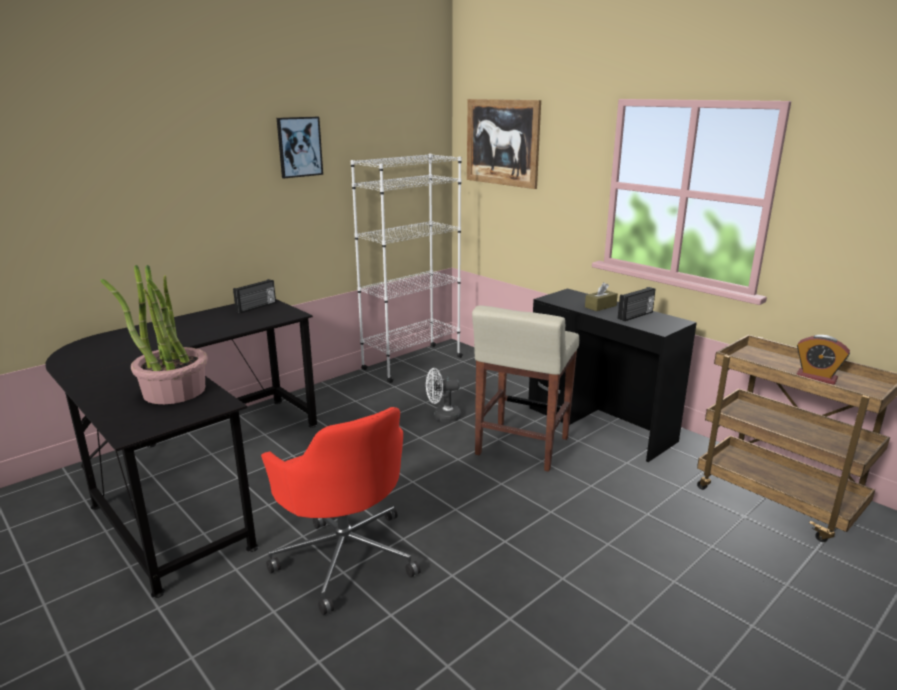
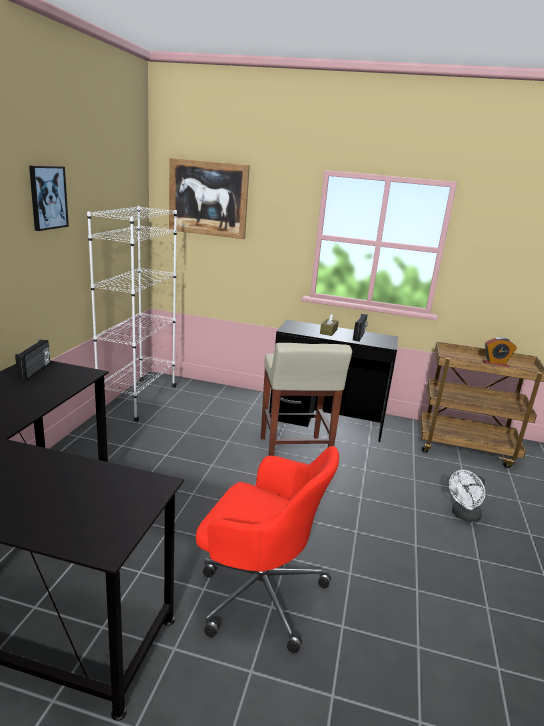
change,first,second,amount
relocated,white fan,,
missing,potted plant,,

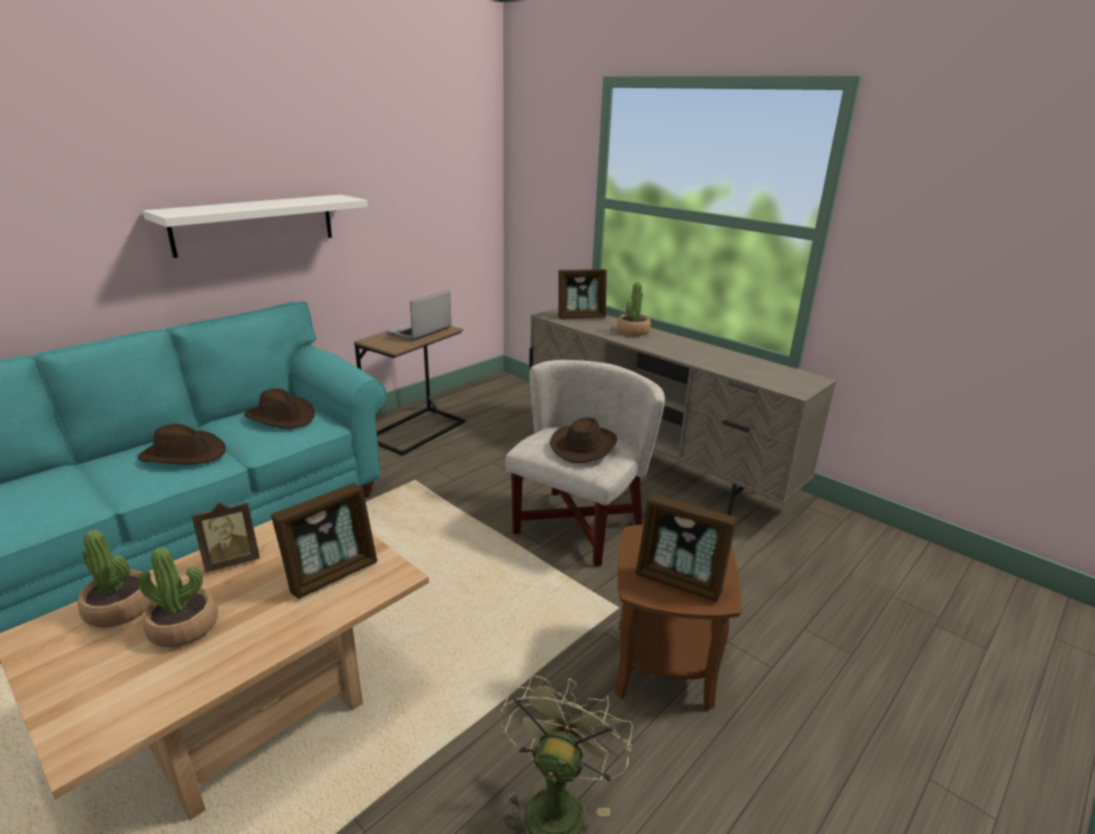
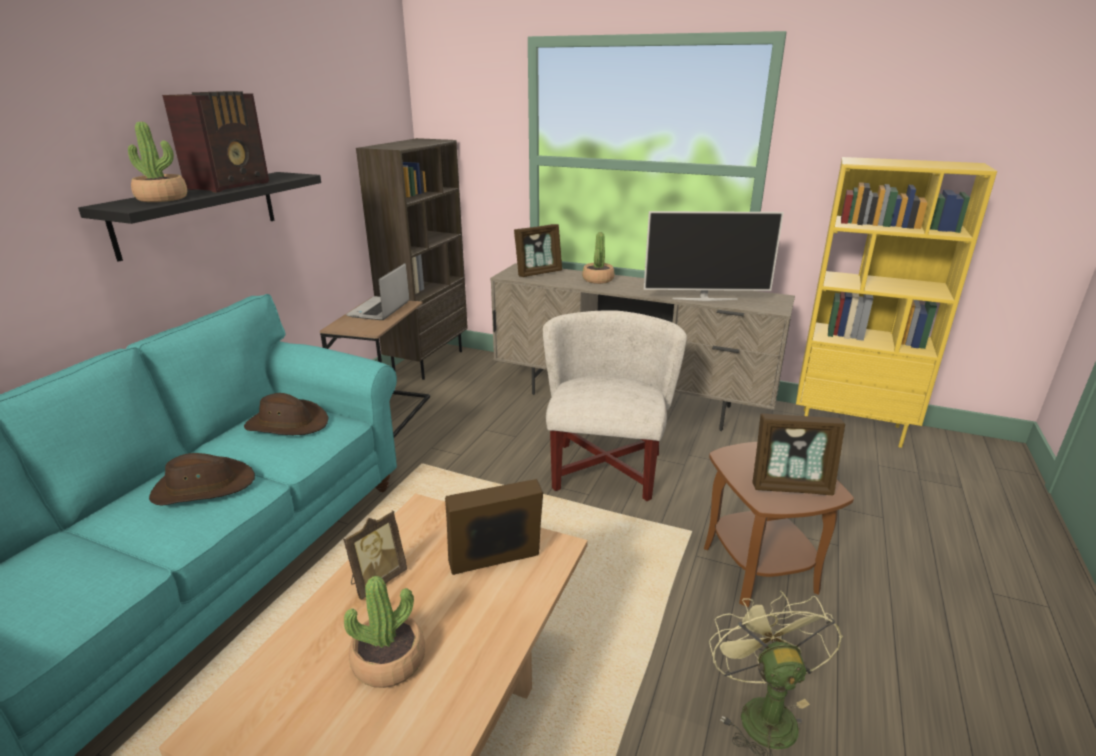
change,first,second,amount
colour,white shelf,black shelf,
relocated,potted plant (no. 1 from left),,
appeared,,radio,
appeared,,brown bookcase,
spun,picture frame (no. 2 from left),,135 degrees counterclockwise
appeared,,television,
appeared,,yellow bookcase,
missing,brown hat (no. 3 from left),,

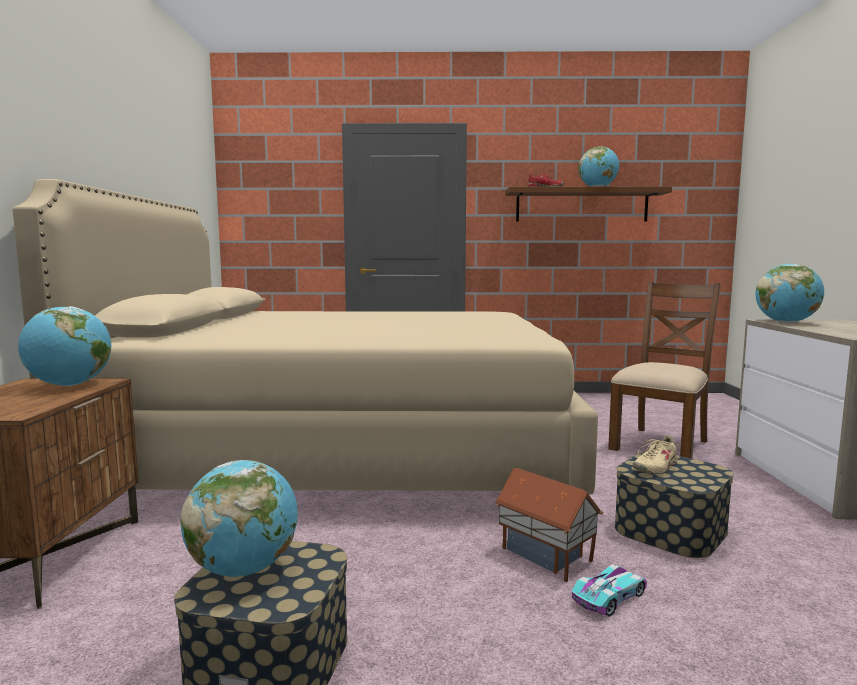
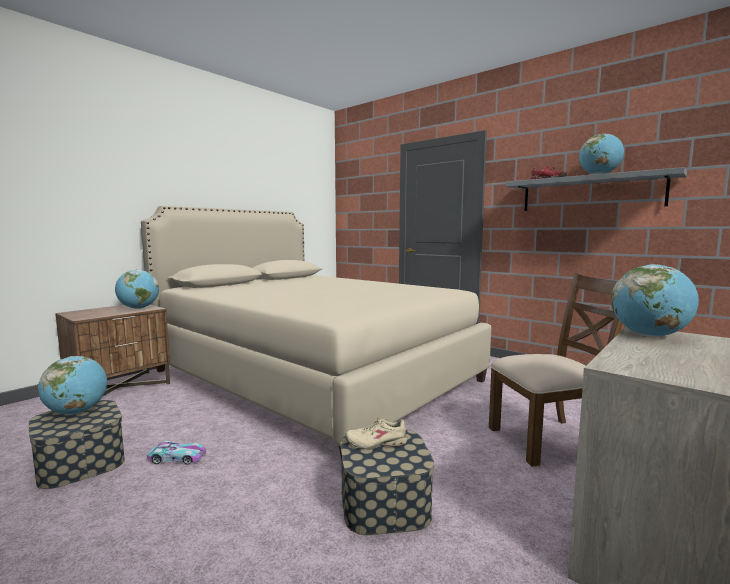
change,first,second,amount
relocated,toy car,,
colour,brown shelf,grey shelf,
missing,toy house,,

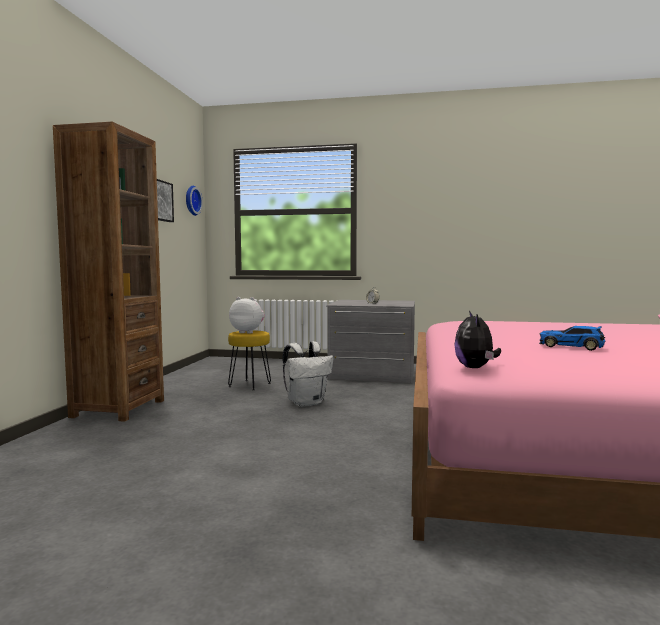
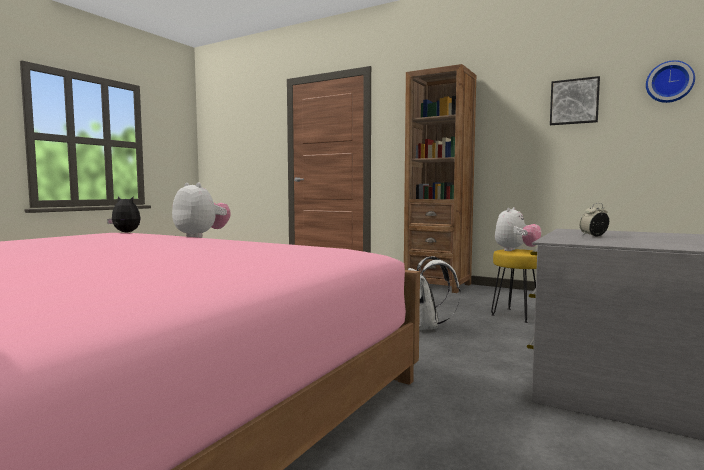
change,first,second,amount
appeared,,plush toy (no. 2 from left),
missing,toy car,,

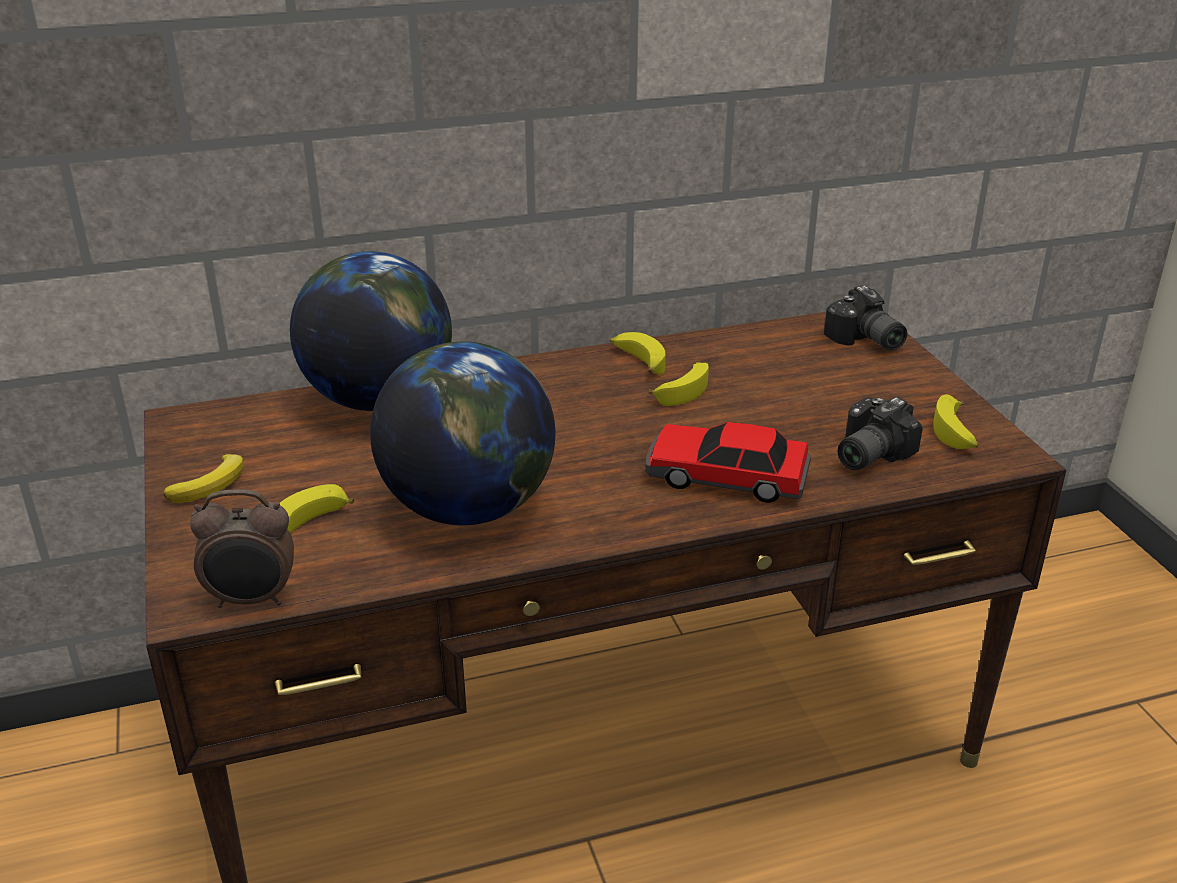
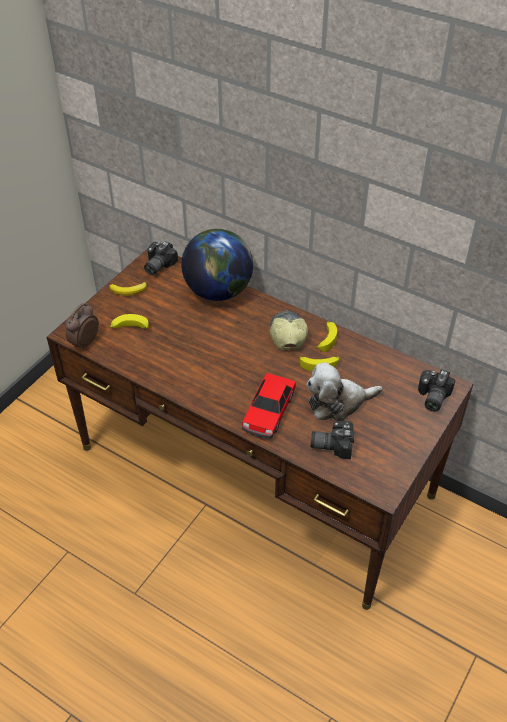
change,first,second,amount
spun,alarm clock,,75 degrees clockwise
appeared,,photo camera (no. 1 from left),
spun,toy car,,135 degrees counterclockwise
appeared,,cap,
appeared,,plush toy,
missing,globe (no. 2 from left),,
missing,banana (no. 5 from left),,

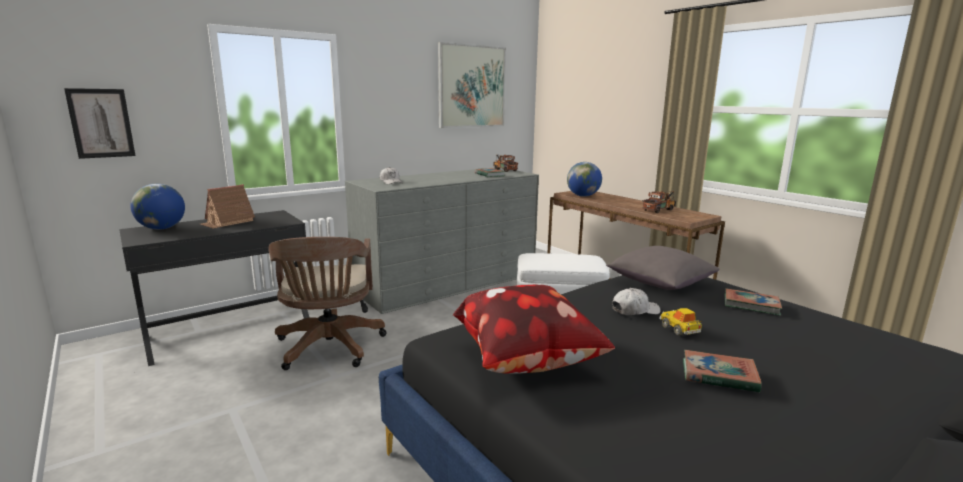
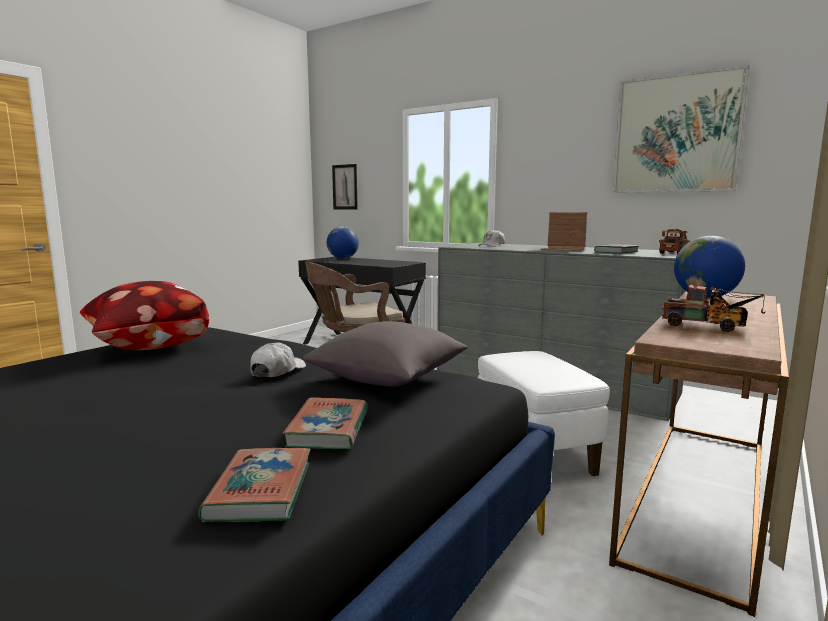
change,first,second,amount
relocated,book (no. 2 from left in the first image),book (no. 1 from left),
spun,white cap (no. 2 from left in the first image),white cap (no. 1 from left),120 degrees counterclockwise
relocated,toy house,,
missing,toy car,,

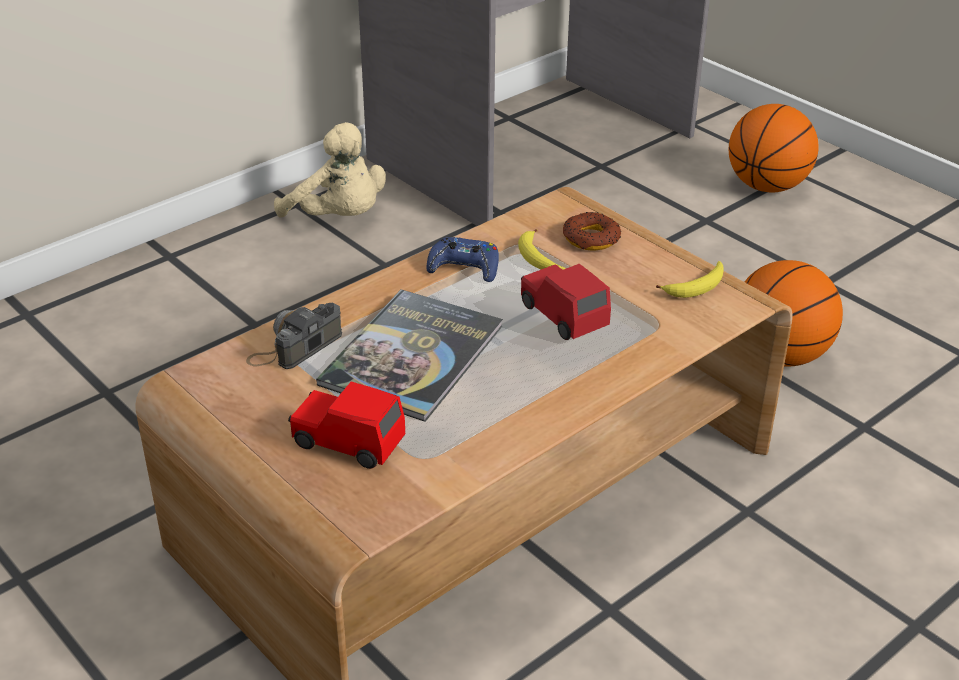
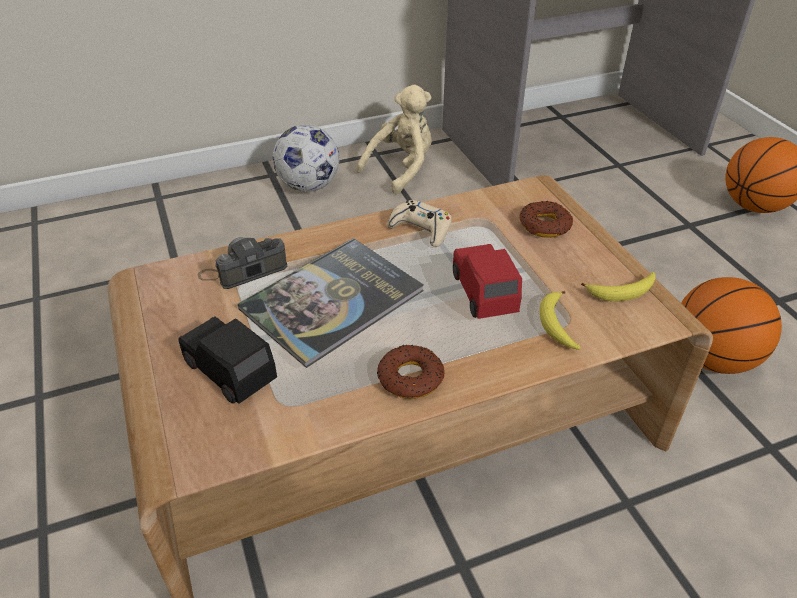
change,first,second,amount
colour,red toy car (no. 1 from left),black toy car,
appeared,,football,
spun,beige plush toy,,105 degrees counterclockwise
appeared,,donut (no. 1 from left),
colour,blue game controller,beige game controller,
relocated,banana (no. 1 from left),,

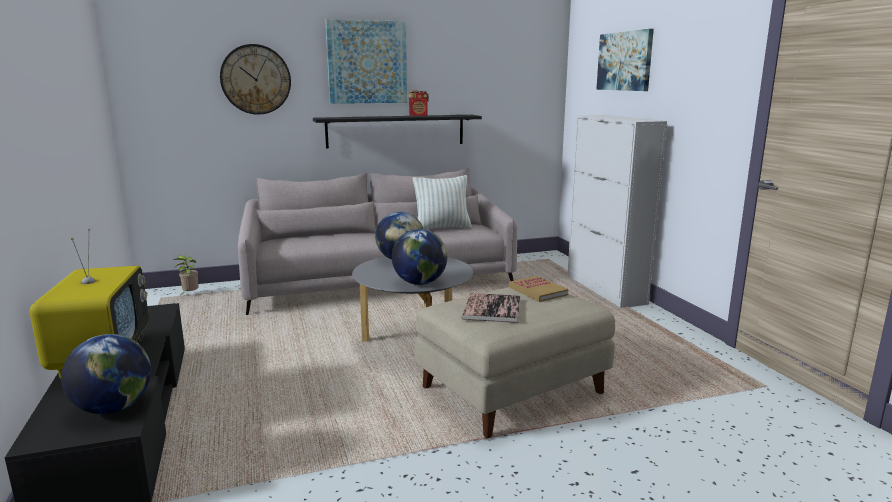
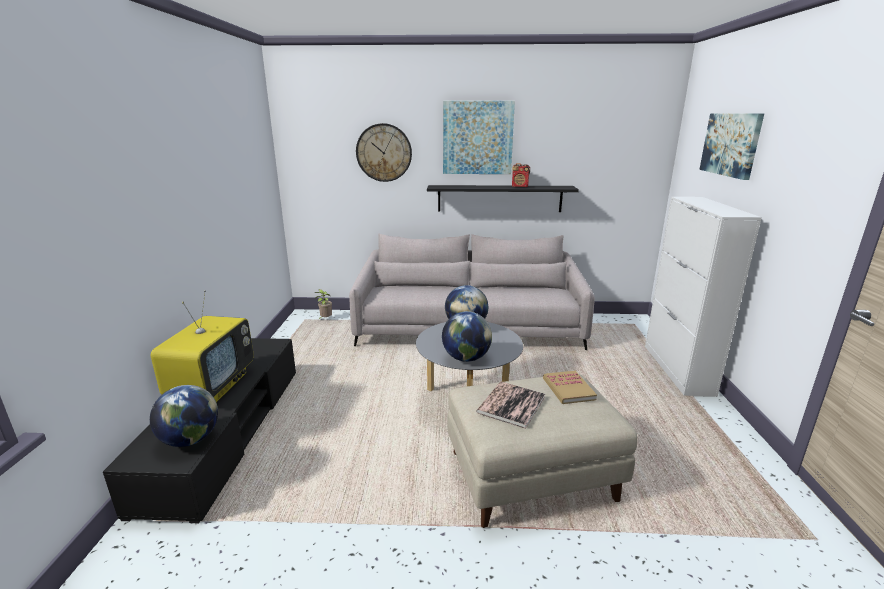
change,first,second,amount
missing,pillow,,

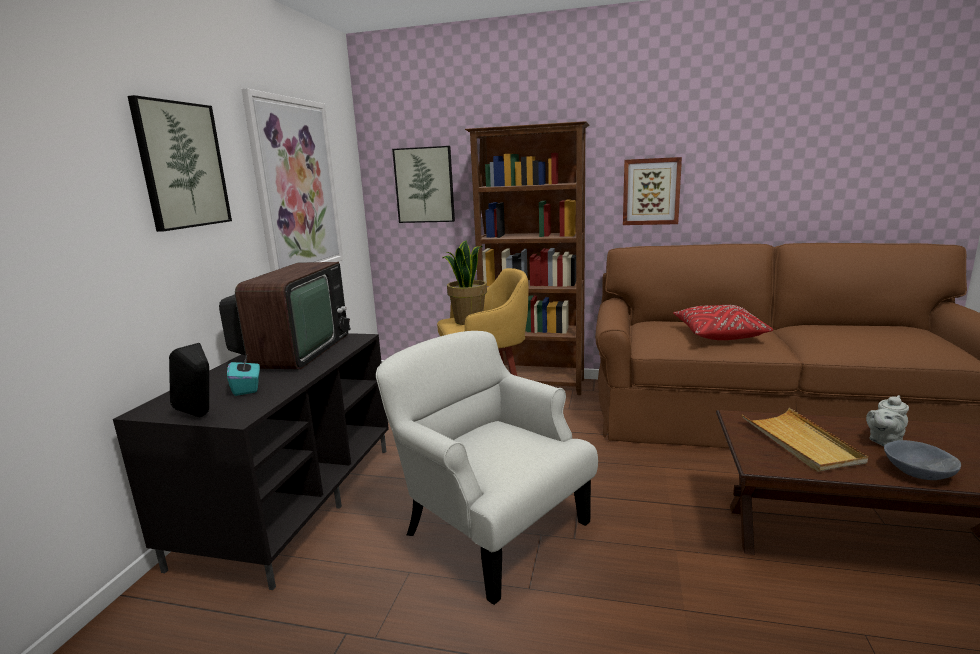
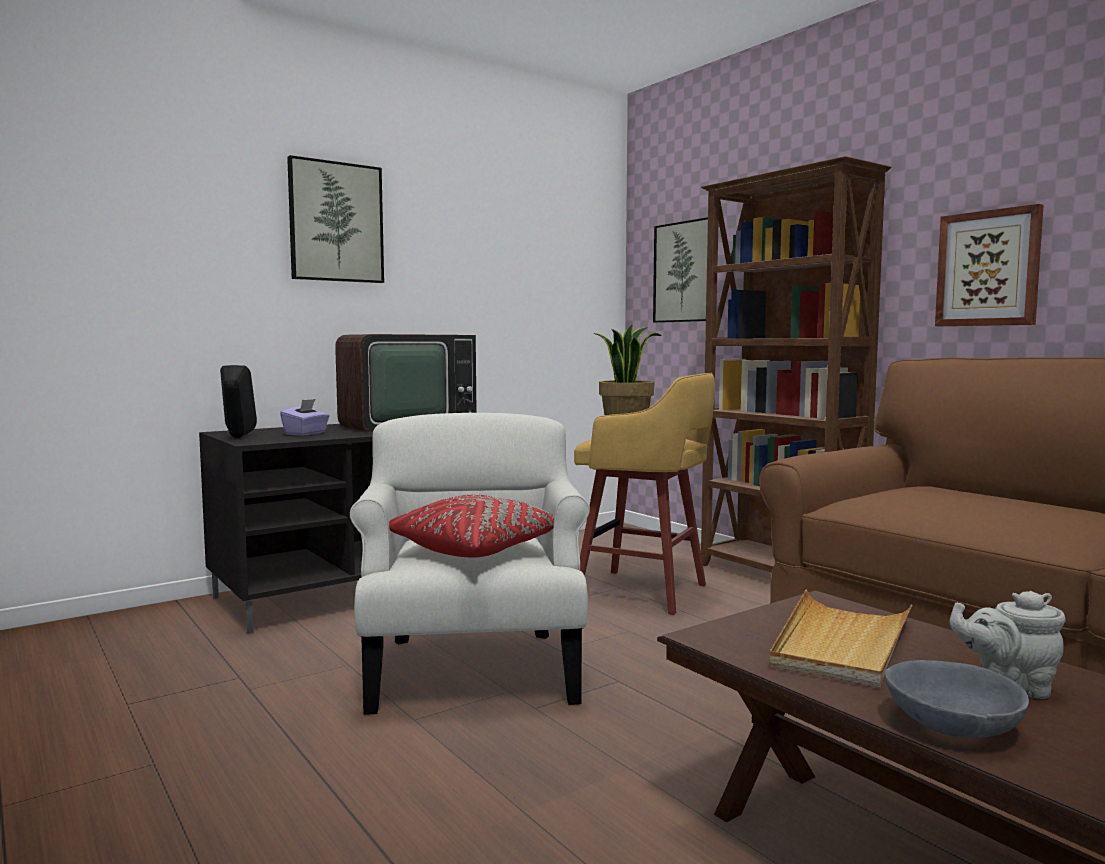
change,first,second,amount
colour,turquoise tissue box,purple tissue box,
relocated,red pillow,,
missing,picture (no. 2 from left),,

